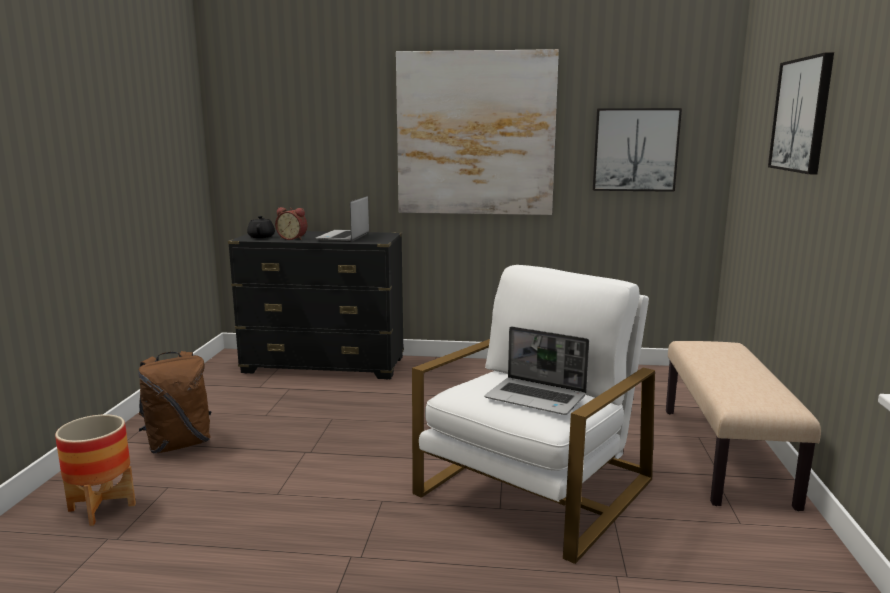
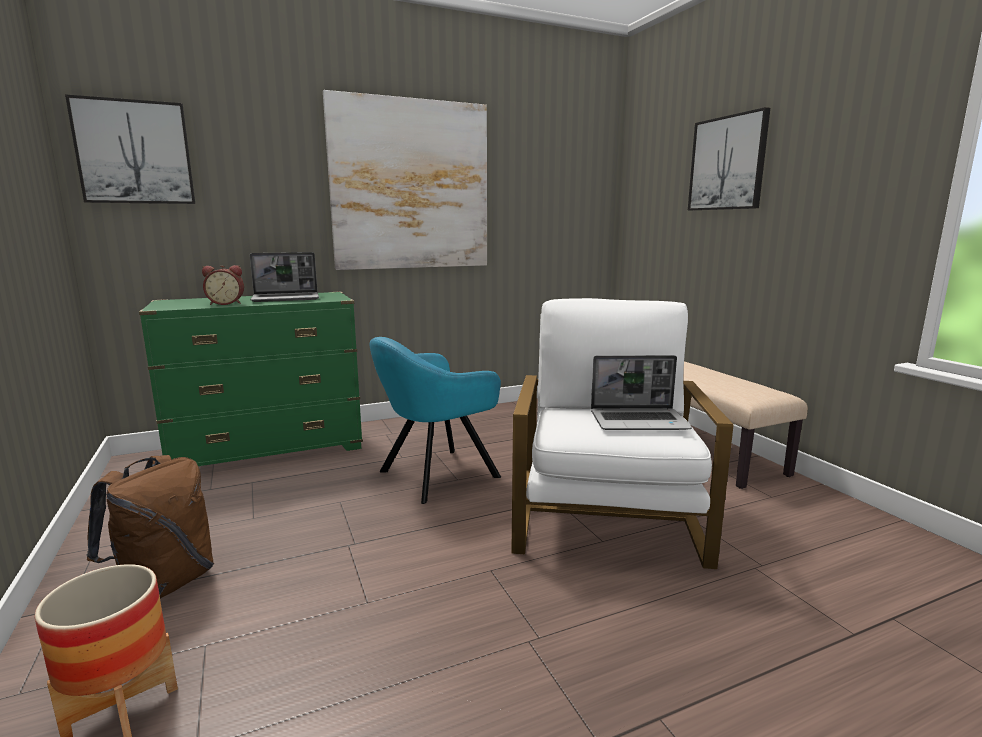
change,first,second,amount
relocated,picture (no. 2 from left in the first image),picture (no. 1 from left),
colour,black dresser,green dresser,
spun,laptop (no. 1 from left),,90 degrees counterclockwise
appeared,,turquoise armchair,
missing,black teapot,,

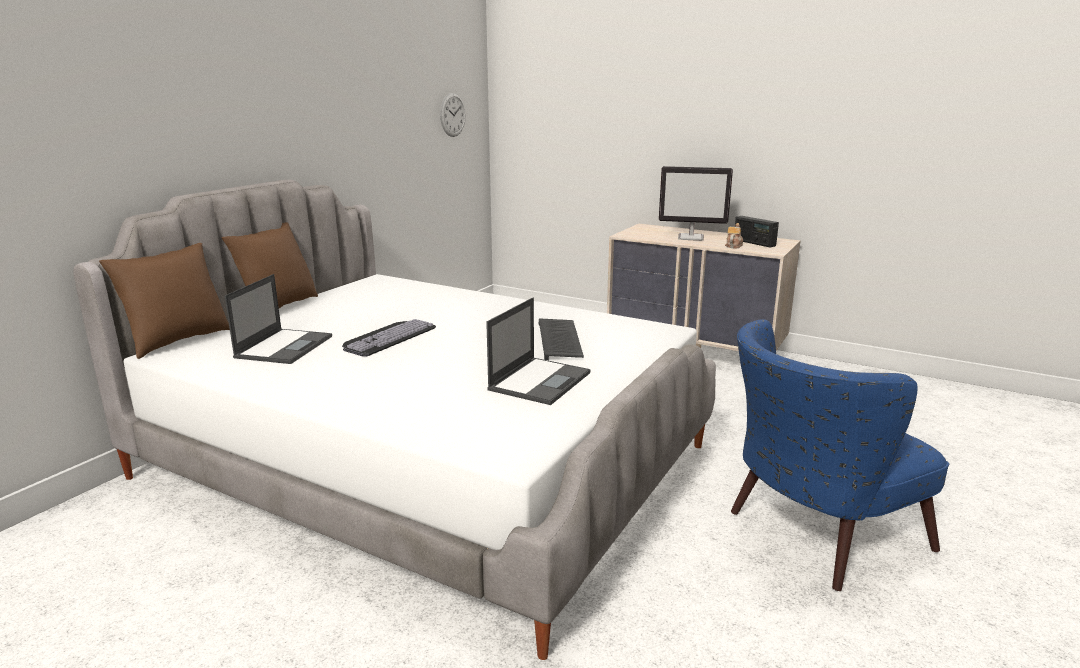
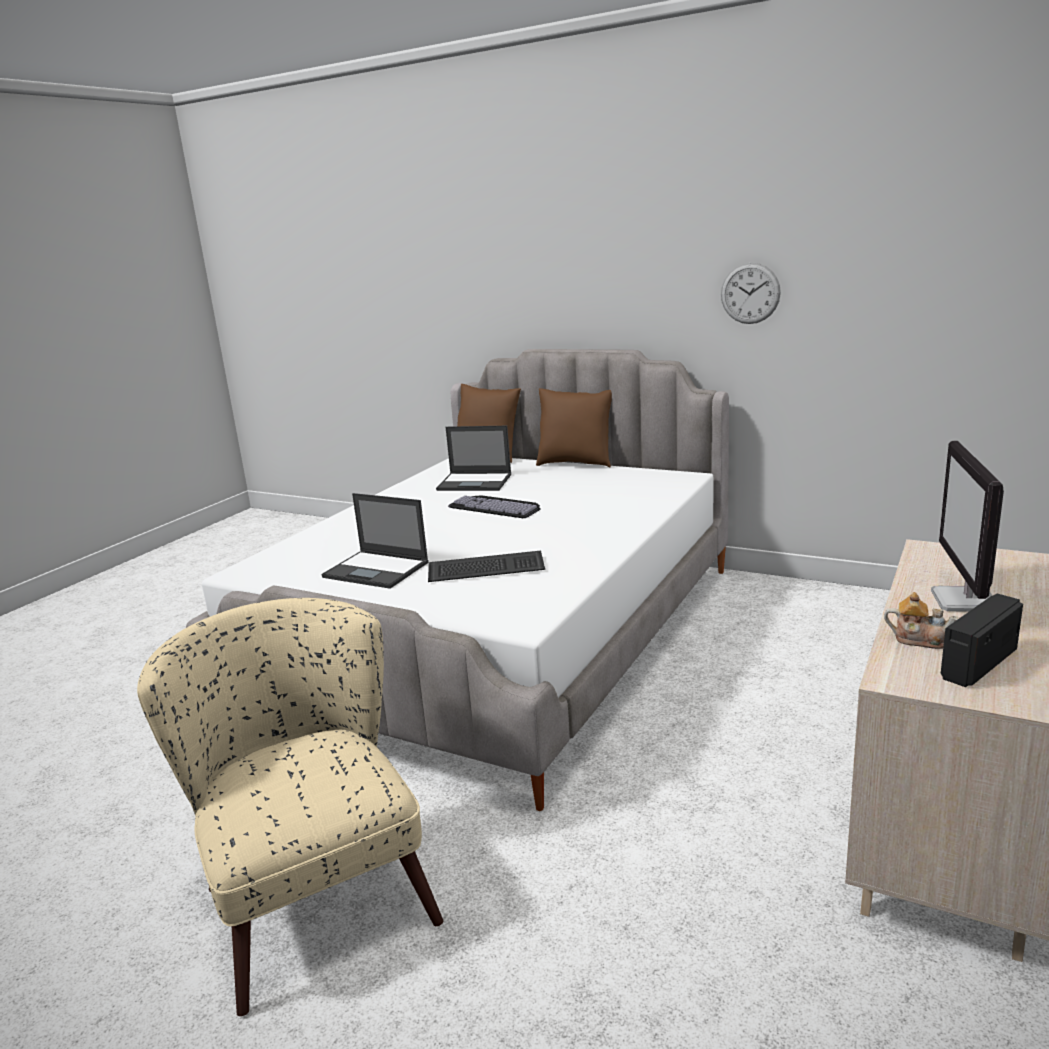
change,first,second,amount
colour,blue armchair,beige armchair,
relocated,wall clock,,

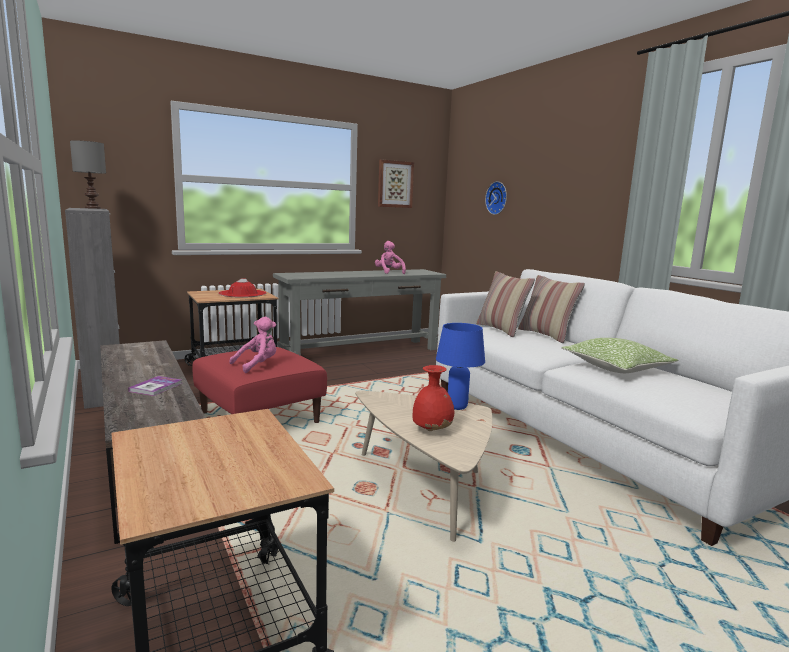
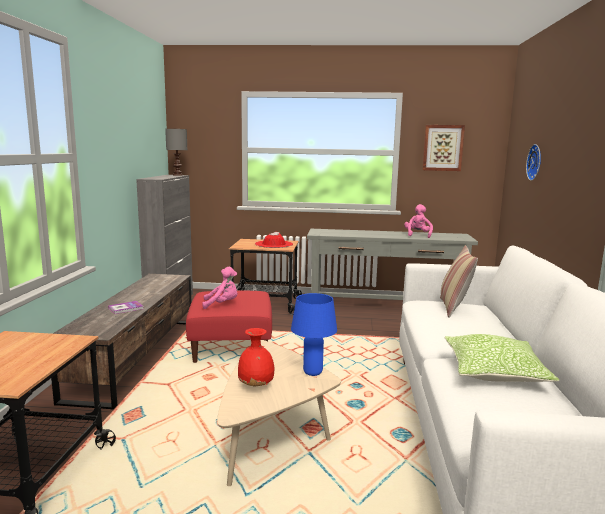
change,first,second,amount
missing,pillow (no. 2 from left),,

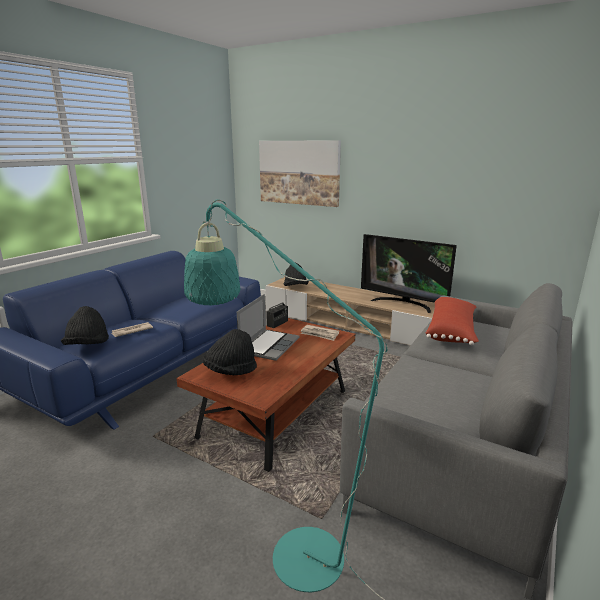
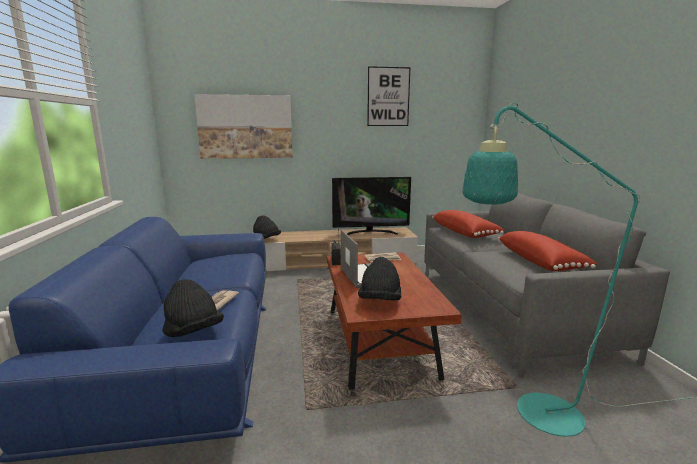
change,first,second,amount
appeared,,picture (no. 2 from left),
appeared,,red pillow (no. 2 from left),

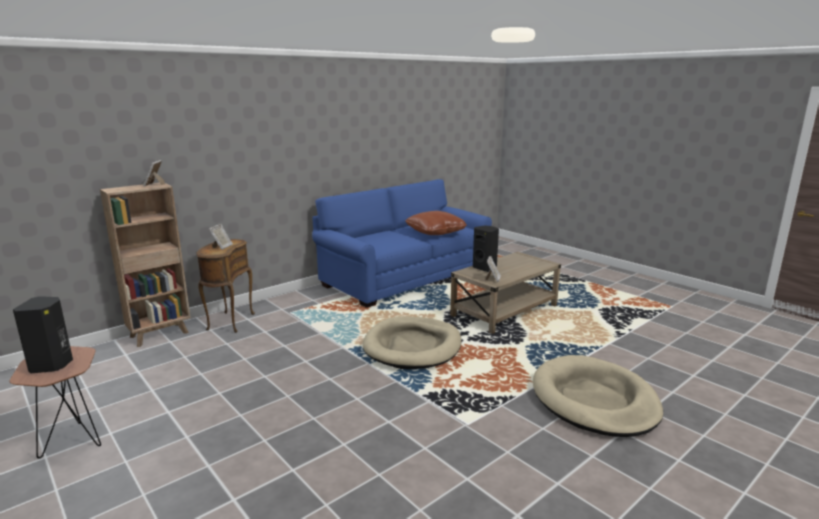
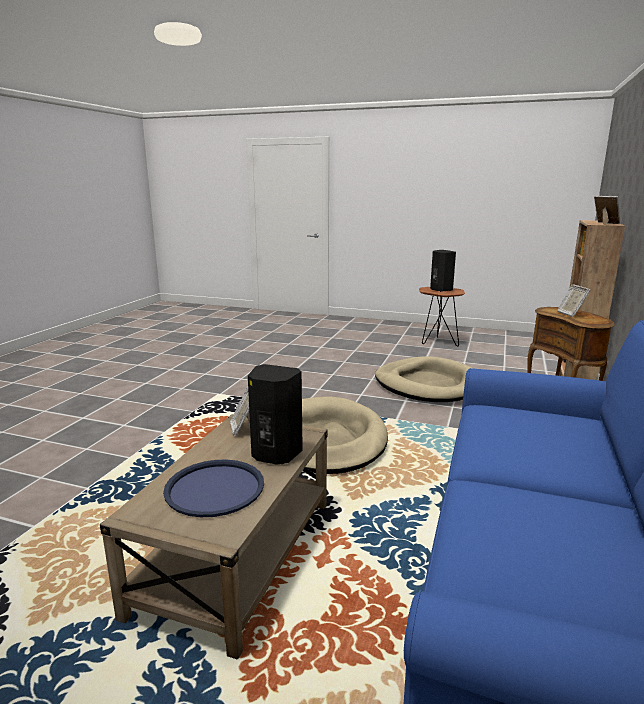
change,first,second,amount
appeared,,blue tray,
relocated,beige dog bed (no. 2 from left),,
missing,brown pillow,,

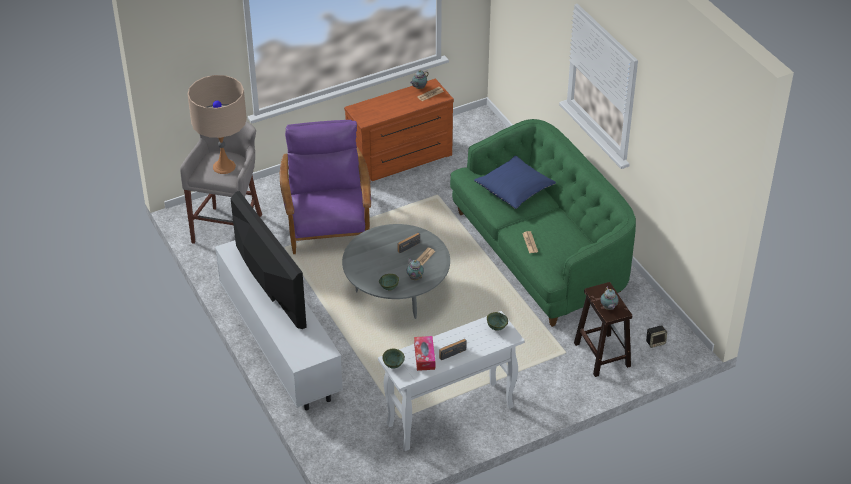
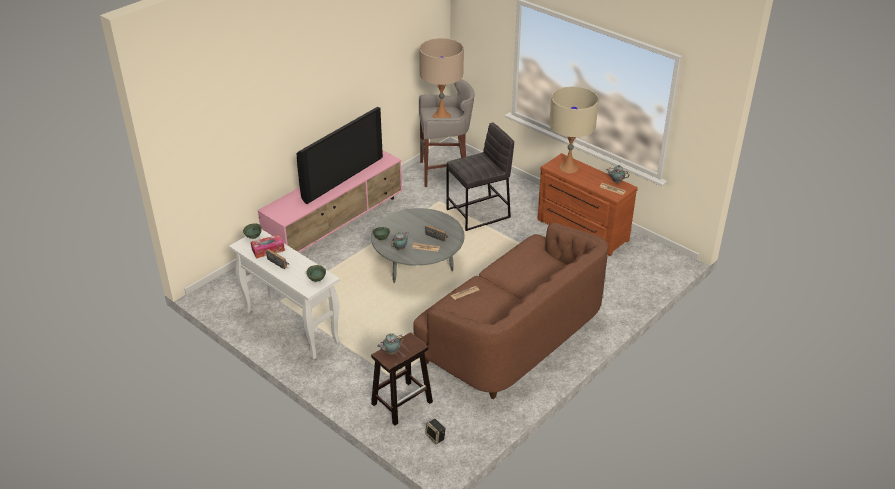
change,first,second,amount
colour,white tv stand,pink tv stand,
colour,green sofa,brown sofa,
exchanged,purple armchair,grey stool (no. 2 from left),
appeared,,beige table lamp (no. 2 from left),
missing,blue pillow,,

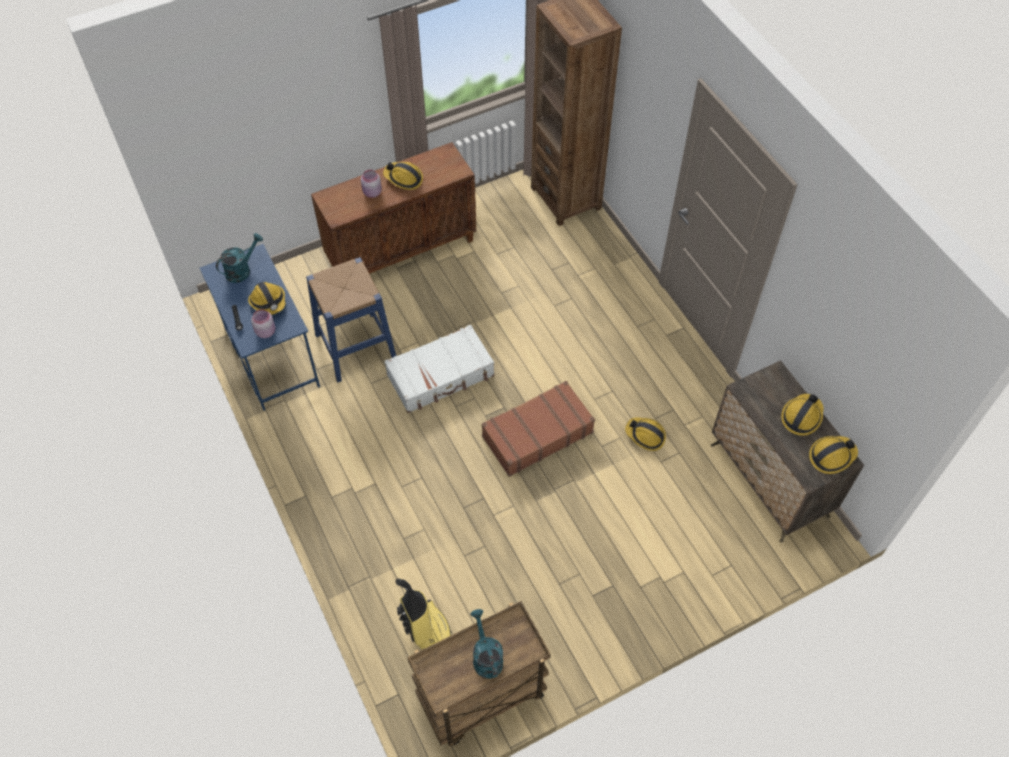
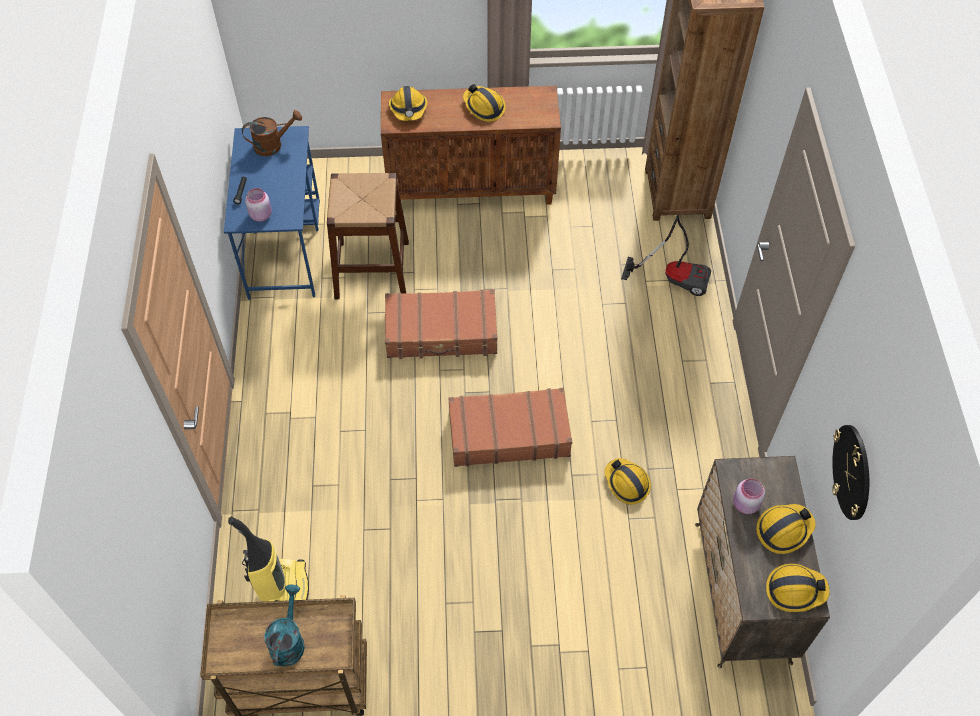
change,first,second,amount
colour,turquoise watering can (no. 1 from left),brown watering can,
colour,blue stool,brown stool,
colour,white suitcase,brown suitcase (no. 1 from left),
relocated,hard hat (no. 1 from left),,
appeared,,vacuum cleaner (no. 2 from left),
relocated,pink jar (no. 2 from left),,
appeared,,wall clock,

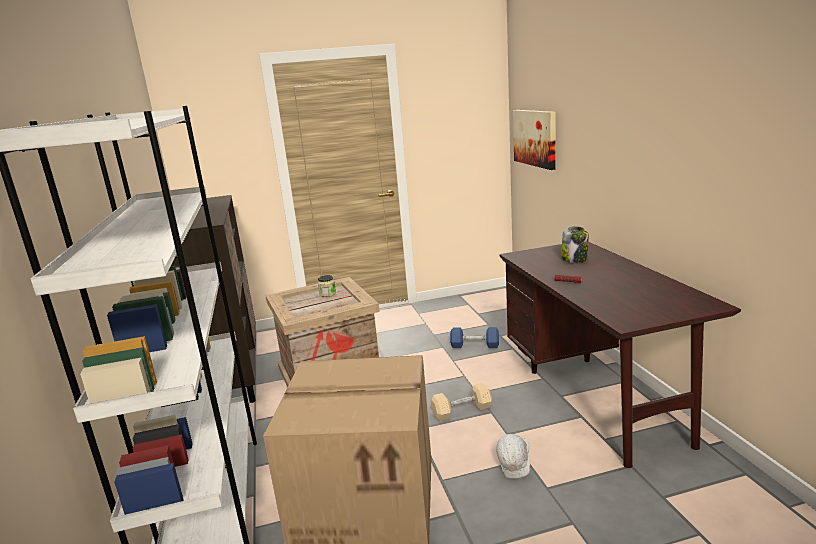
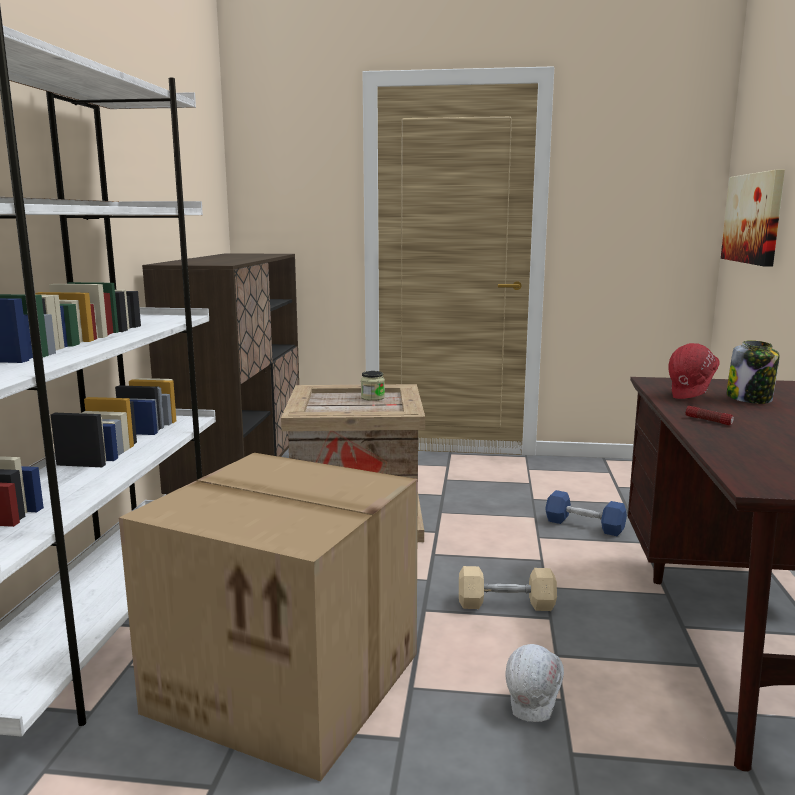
change,first,second,amount
appeared,,red hard hat,

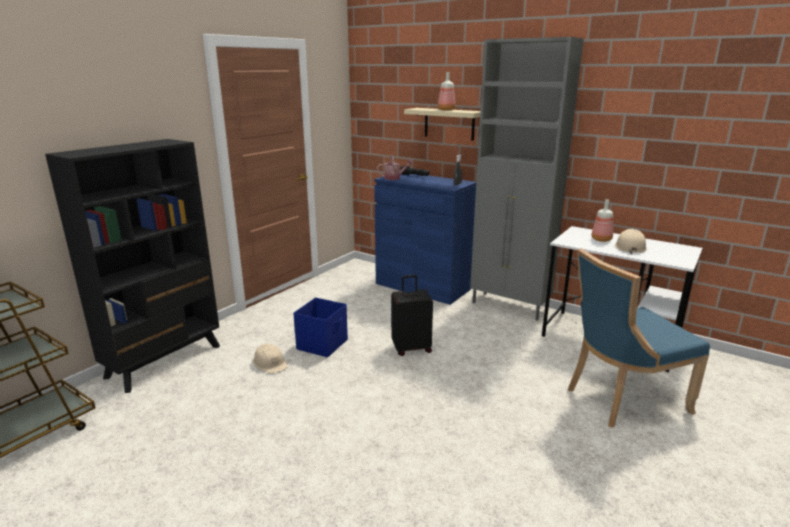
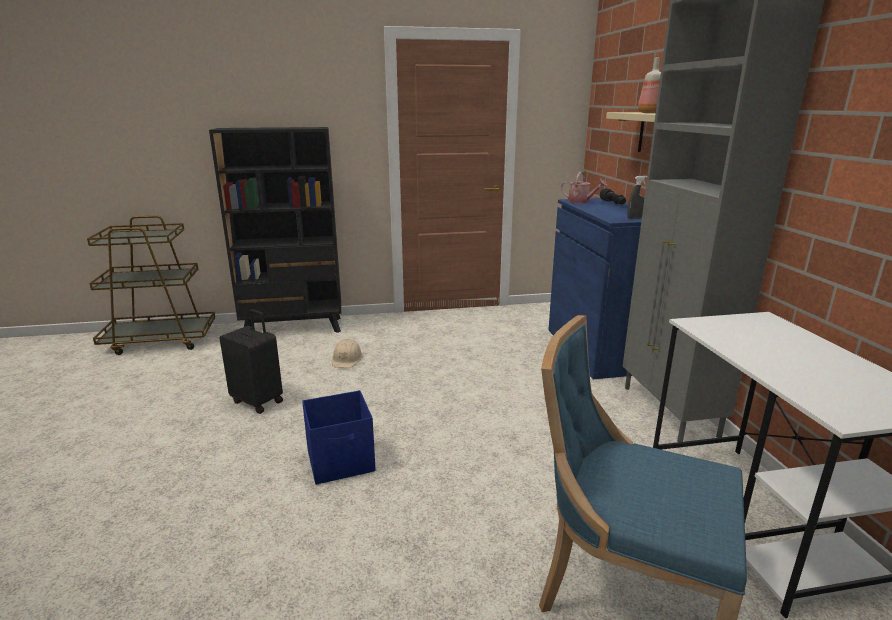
change,first,second,amount
relocated,black suitcase,,
relocated,blue storage box,,
missing,bottle (no. 2 from left),,
missing,beige hard hat (no. 2 from left),,

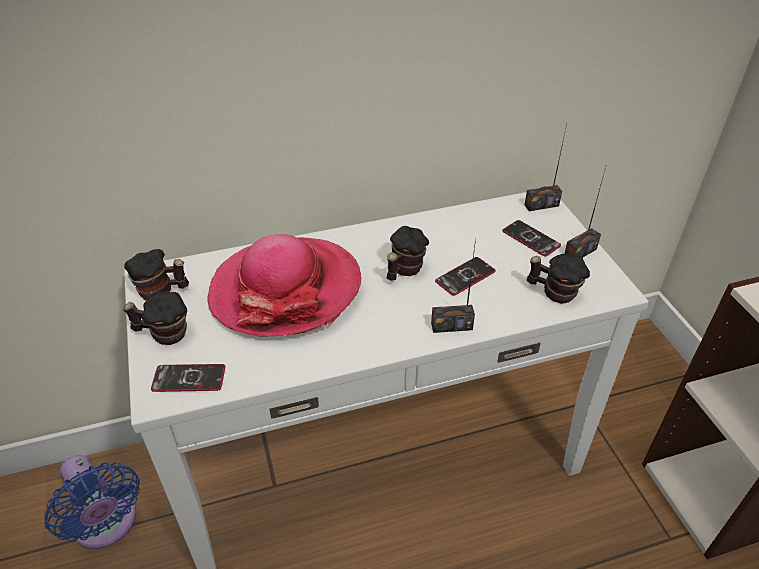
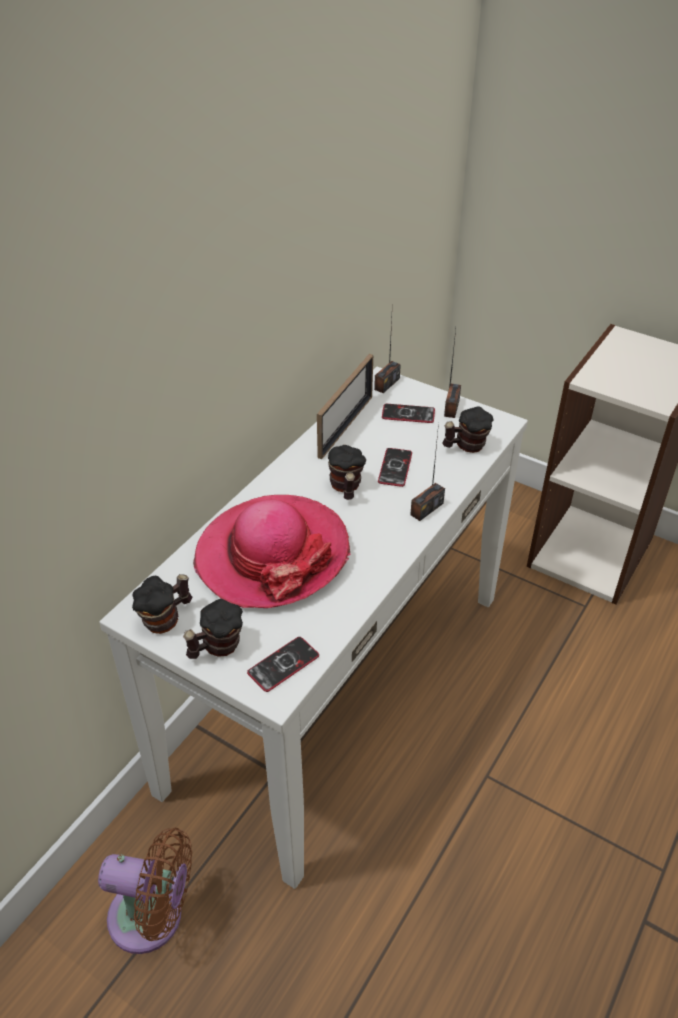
change,first,second,amount
colour,blue fan,brown fan,
appeared,,picture frame,

